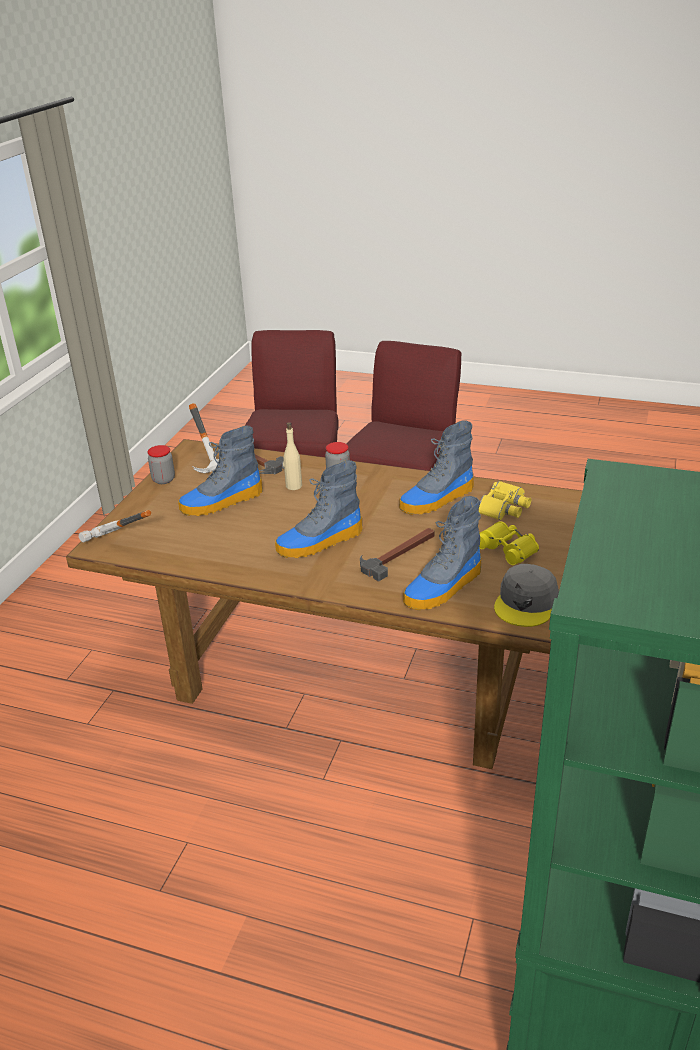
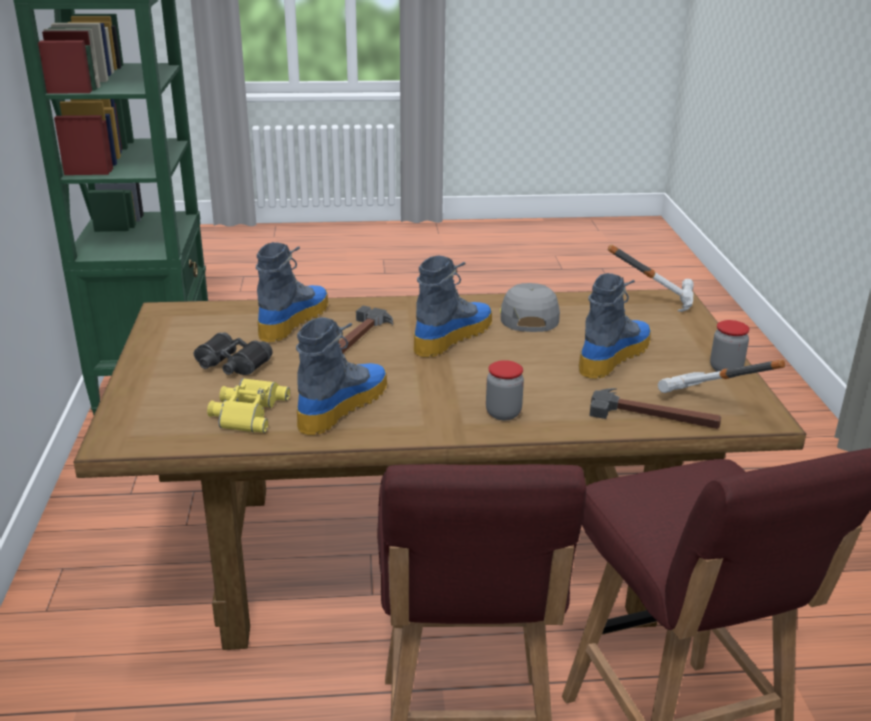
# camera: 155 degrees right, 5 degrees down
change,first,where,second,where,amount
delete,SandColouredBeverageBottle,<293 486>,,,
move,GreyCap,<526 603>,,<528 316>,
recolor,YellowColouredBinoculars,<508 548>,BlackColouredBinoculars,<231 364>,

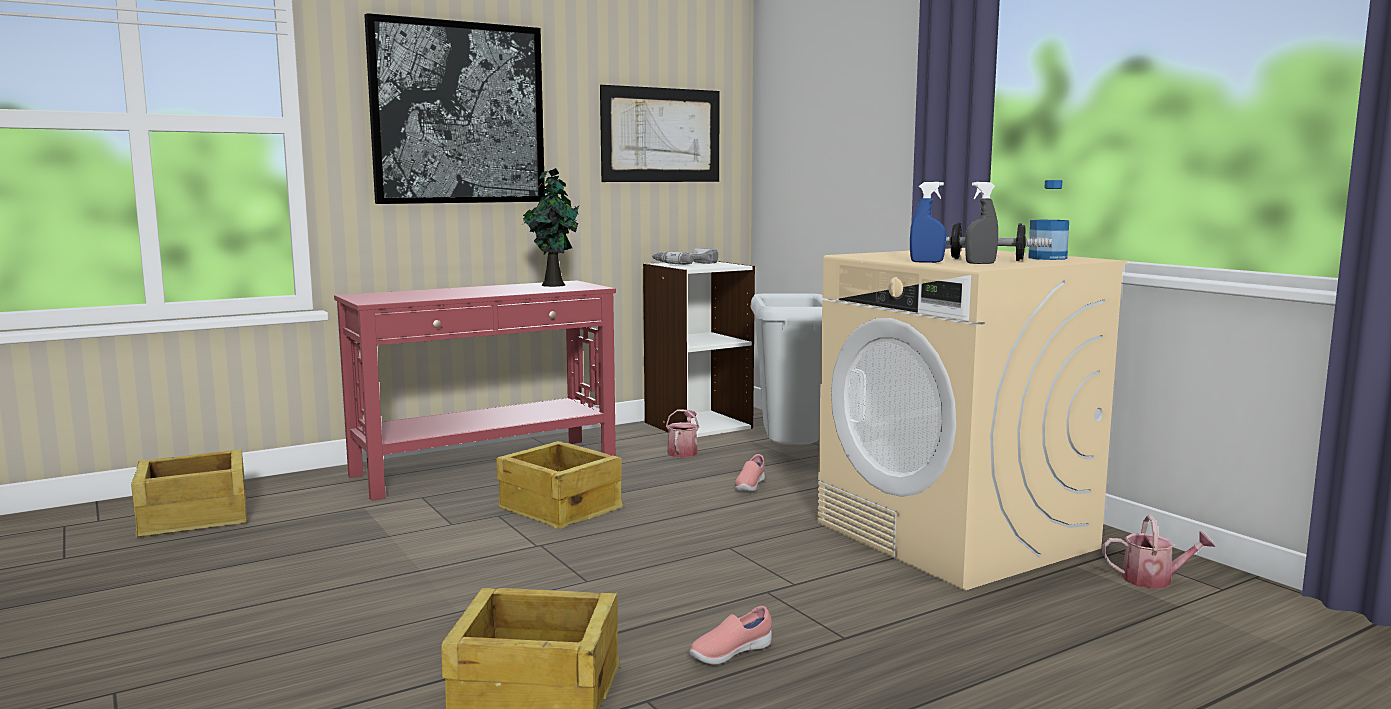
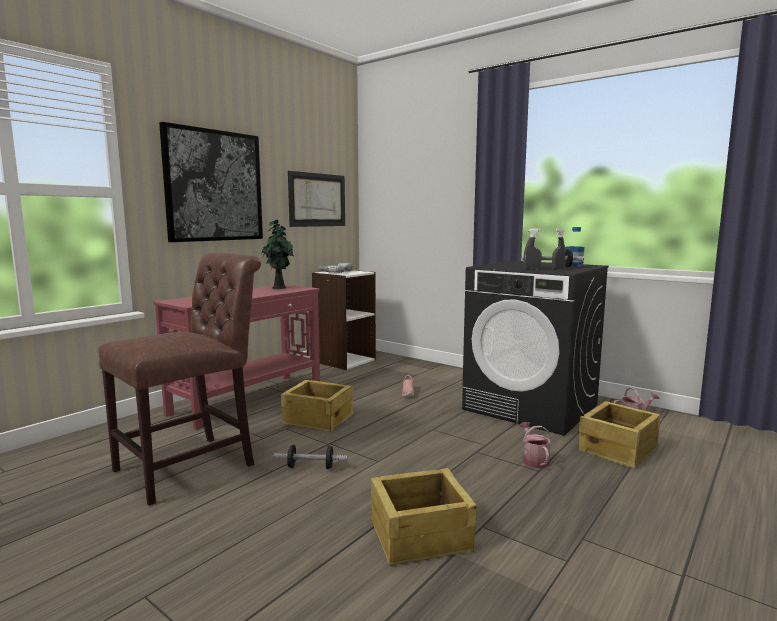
# camera: 20 degrees left, 0 degrees up
change,first,where,second,where,amount
delete,PinkishLowShoe,<730 654>,,,
delete,GreyWasteBin,<788 457>,,,
insert,,,BrownColouredChair,<192 465>,
insert,,,HandWeight,<310 467>,
move,PackingCrate,<195 518>,,<619 449>,
move,WateringCan,<683 451>,,<533 460>,
recolor,SandColouredWashingMachine,<956 536>,BlackColouredWashingMachine,<531 407>,
recolor,BlueColouredSprayBottle,<926 262>,GreySprayBottle,<532 269>,

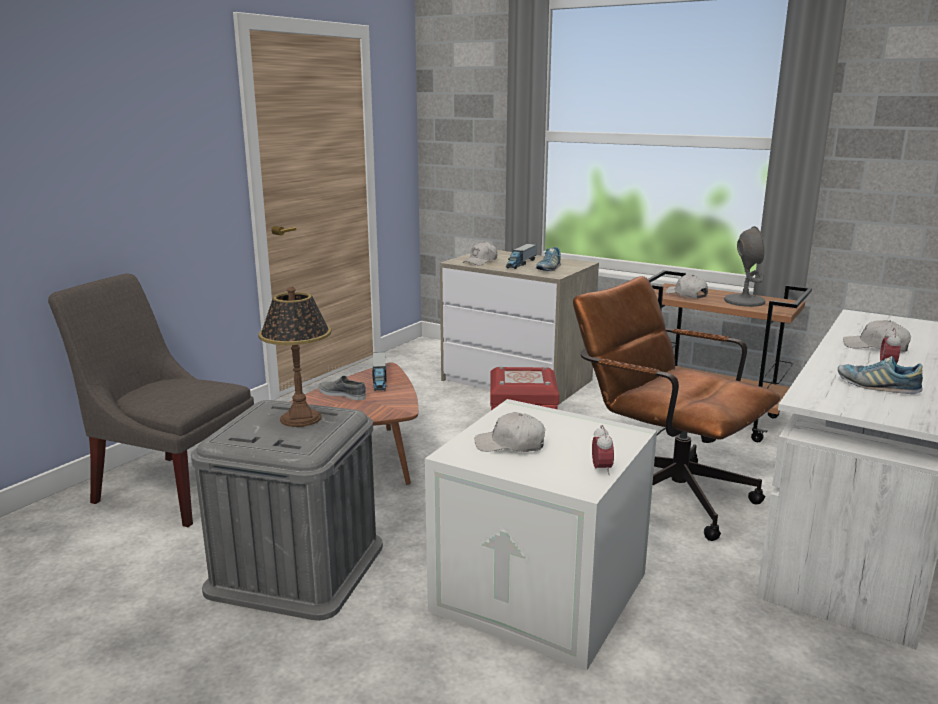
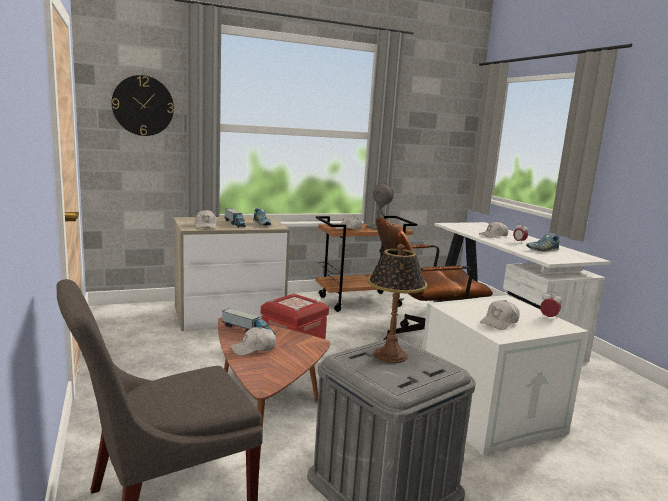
# camera: 55 degrees left, 5 degrees down
change,first,where,second,where,amount
insert,,,HangingClock,<143 106>,
replace,GreyLowShoe,<342 394>,WhitishCap,<254 348>,

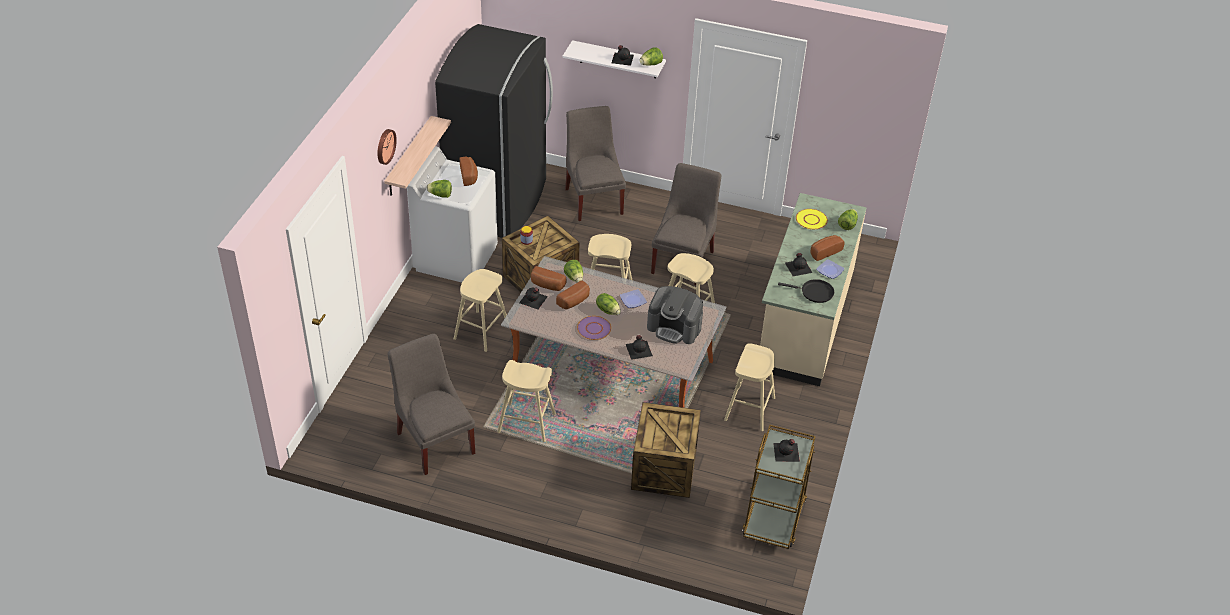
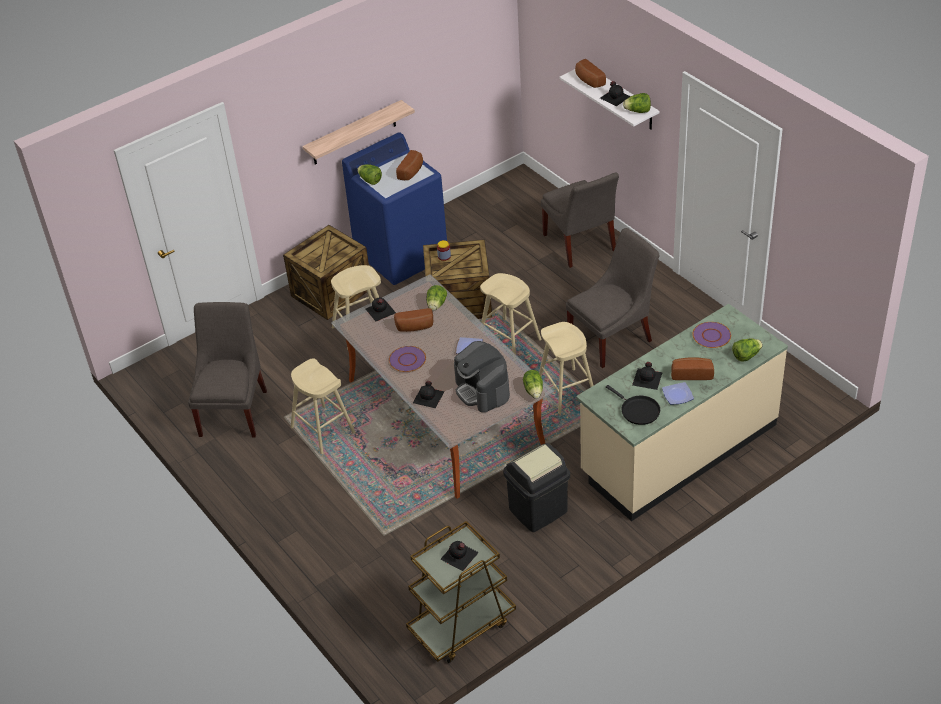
# camera: 40 degrees right, 0 degrees up
change,first,where,second,where,amount
delete,HangingClock,<385 146>,,,
delete,BlackColouredKitchenFridge,<498 202>,,,
move,BakedBread,<547 285>,,<588 81>,
move,HeadOfLettuce,<608 310>,,<534 390>,
move,PackingCrate,<663 468>,,<331 292>,
replace,SandColouredSittingStool,<749 409>,BlackColouredWasteBin,<538 511>,
recolor,WhitishWashingMachine,<456 258>,BlueColouredWashingMachine,<402 254>,
recolor,YellowColouredPlate,<811 220>,PurplishPlate,<711 335>,
rotate,GreyChair,<593 199>,,<580 245>,135 degrees clockwise

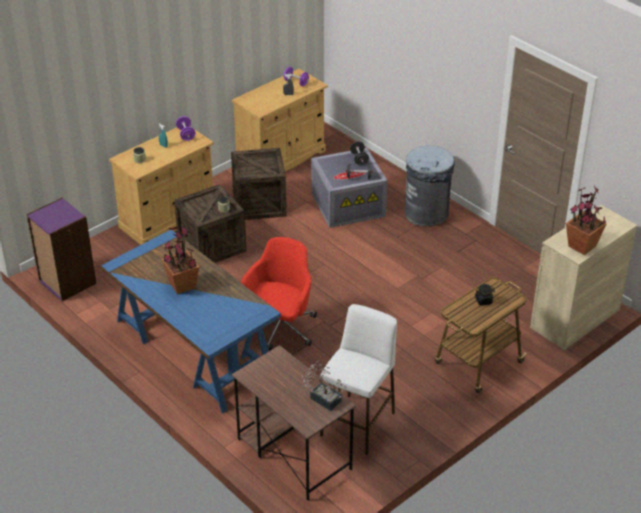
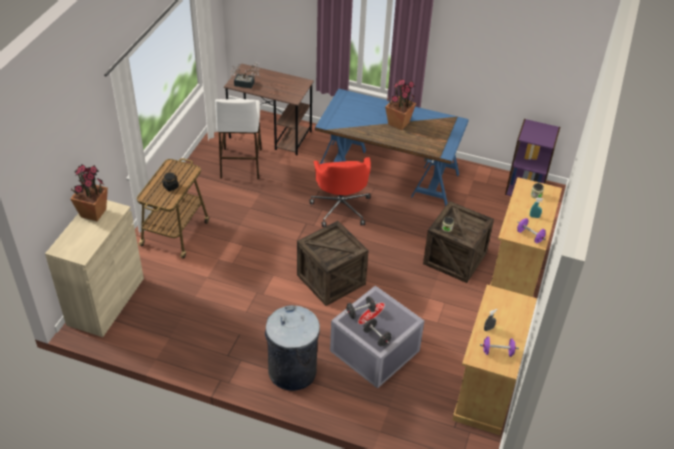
# camera: 150 degrees right, 5 degrees up
change,first,where,second,where,amount
move,PackingCrate,<259 203>,,<331 279>,

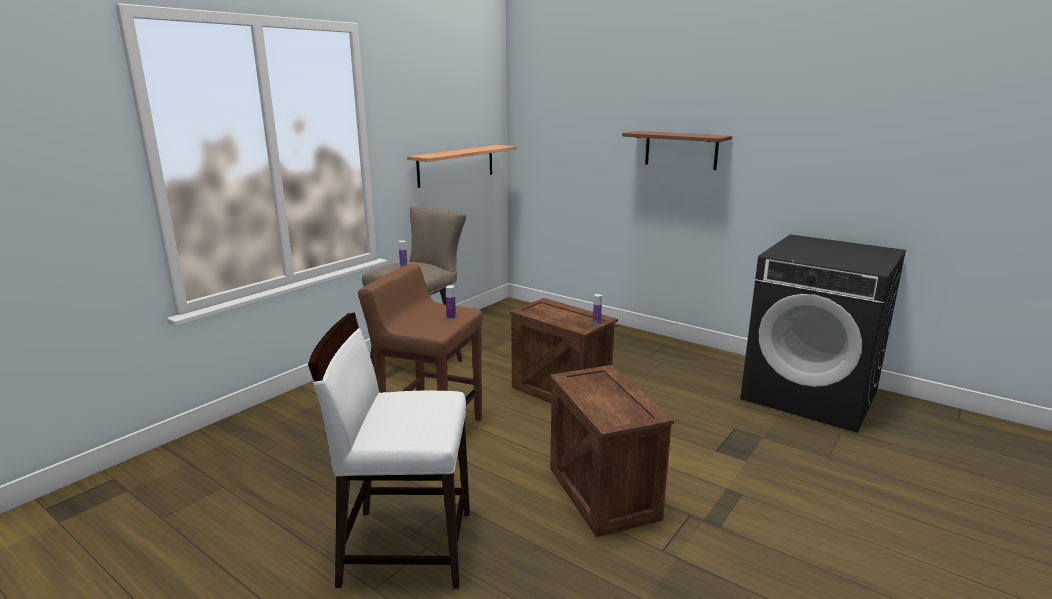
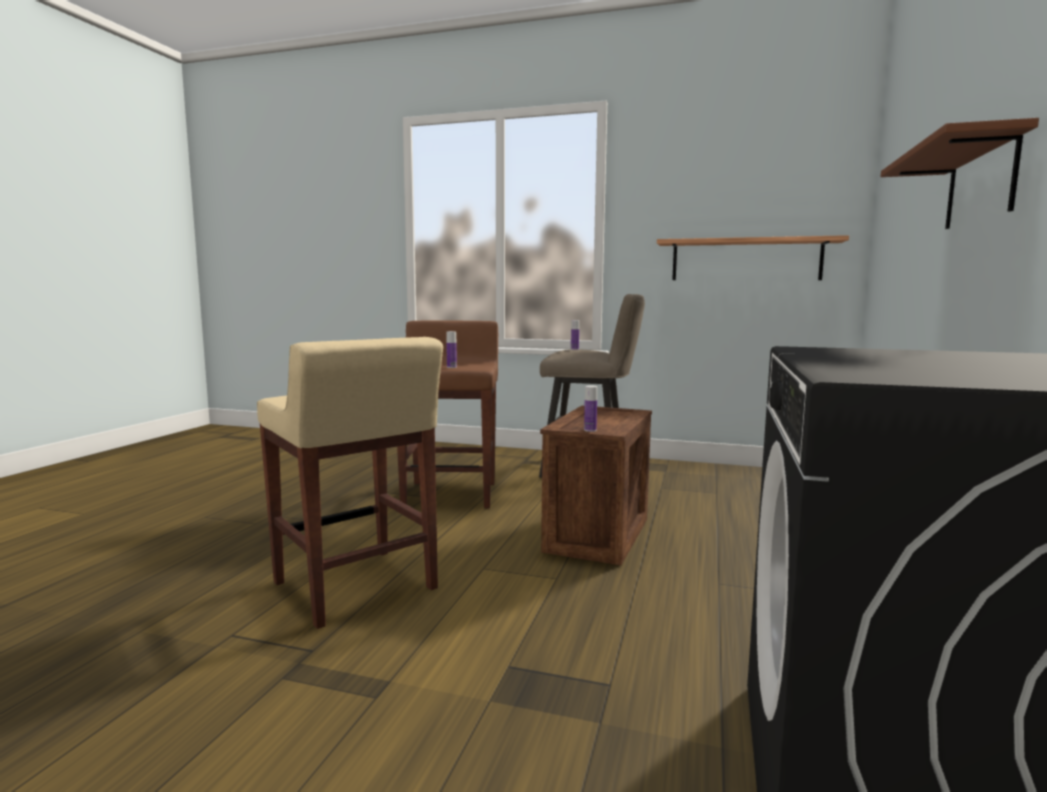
# camera: 70 degrees right, 10 degrees down
change,first,where,second,where,amount
delete,WhitishChair,<406 546>,,,
replace,PackingCrate,<605 493>,SandColouredSittingStool,<355 587>,

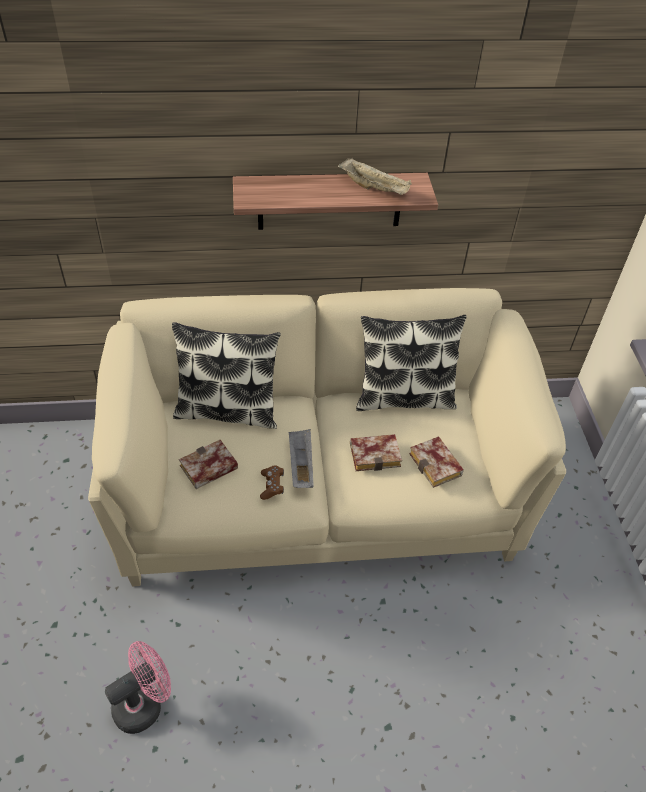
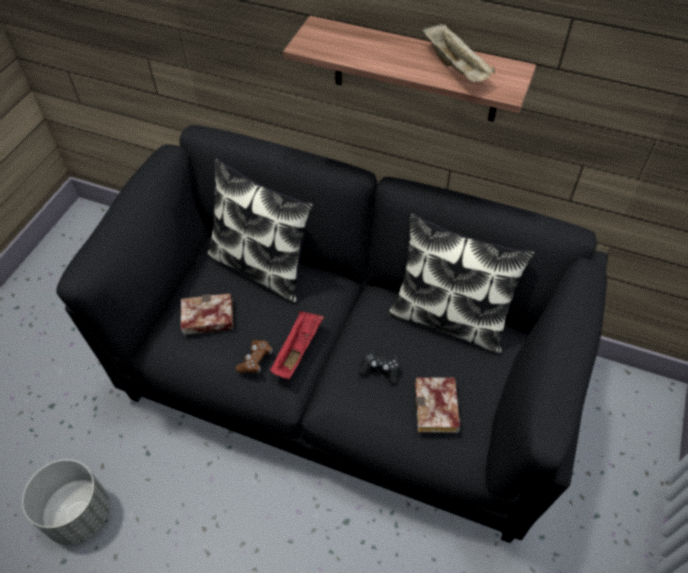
# camera: 30 degrees right, 5 degrees up
change,first,where,second,where,amount
replace,PinkishFan,<144 703>,GreyFlowerPot,<79 514>,
replace,BoundBook,<376 454>,BlackColouredGamepad,<380 370>,
recolor,SandColouredSofa,<317 491>,BlackColouredSofa,<346 379>,
recolor,GreyServingTray,<300 465>,RedColouredServingTray,<297 350>,

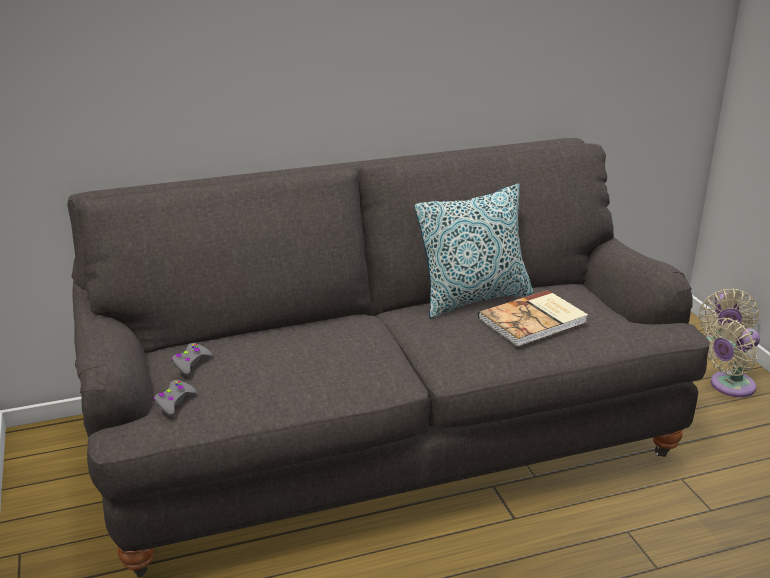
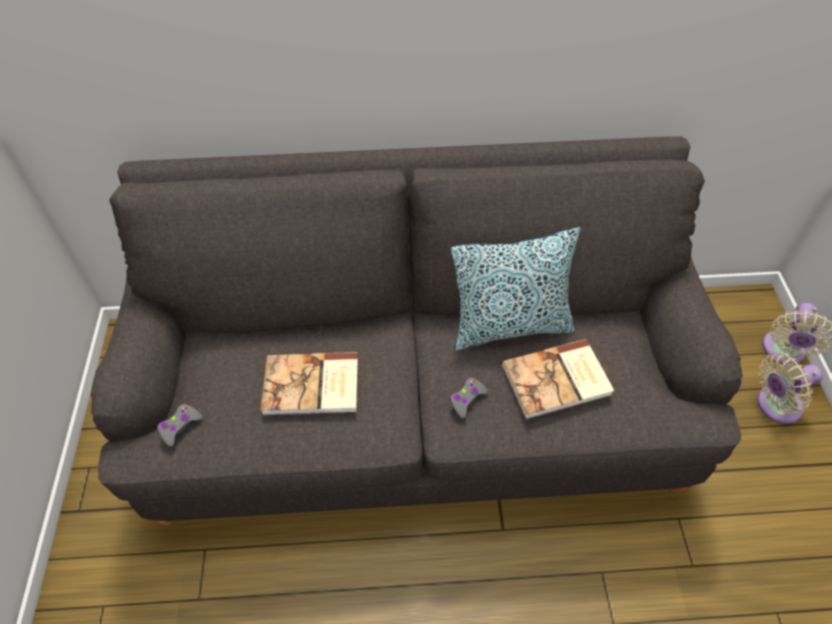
# camera: 15 degrees right, 25 degrees up
change,first,where,second,where,amount
insert,,,BoundBook,<312 386>,
move,GreyGamepad,<191 363>,,<467 399>,

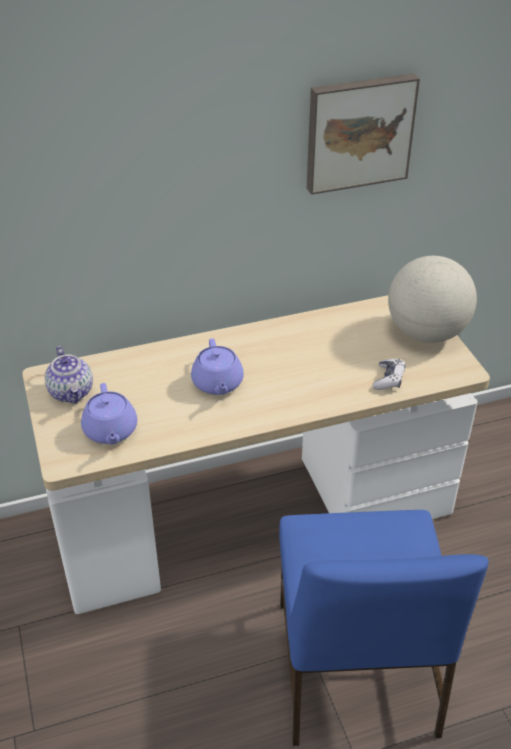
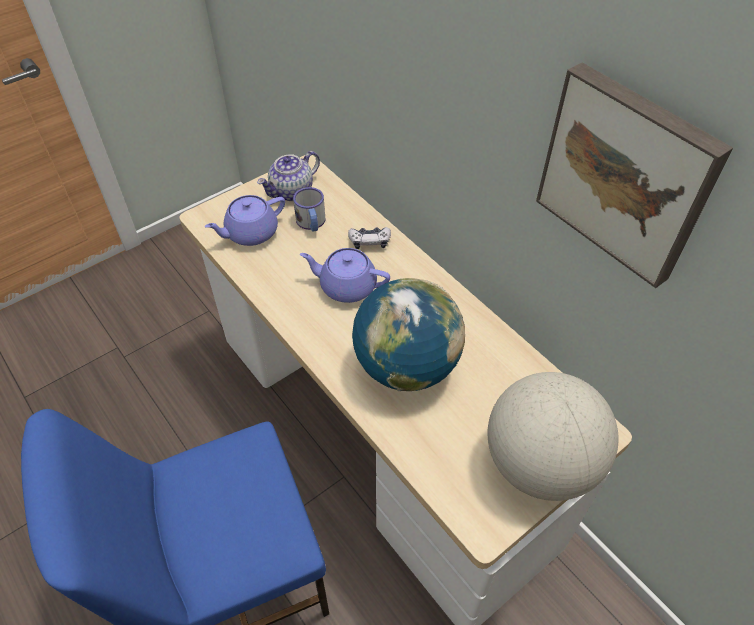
# camera: 70 degrees right, 10 degrees up
change,first,where,second,where,amount
insert,,,Mug,<311 223>,
insert,,,Globe,<406 366>,
move,Gamepad,<388 379>,,<369 241>,
rotate,PurplishPotForTea,<217 384>,,<346 286>,45 degrees clockwise

